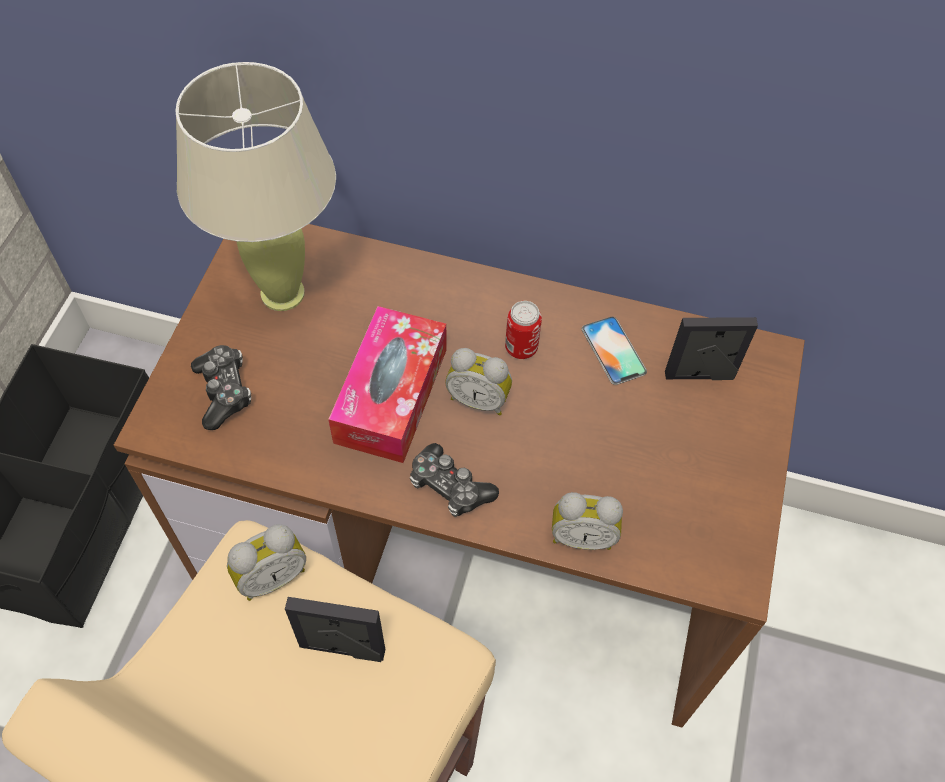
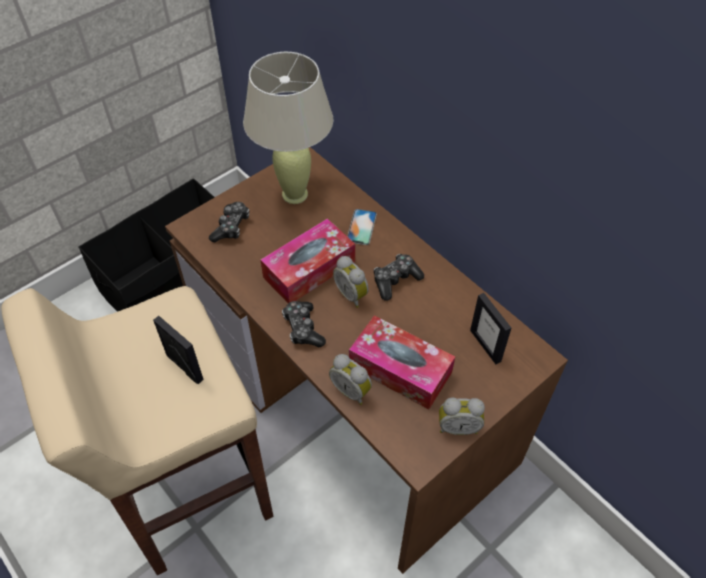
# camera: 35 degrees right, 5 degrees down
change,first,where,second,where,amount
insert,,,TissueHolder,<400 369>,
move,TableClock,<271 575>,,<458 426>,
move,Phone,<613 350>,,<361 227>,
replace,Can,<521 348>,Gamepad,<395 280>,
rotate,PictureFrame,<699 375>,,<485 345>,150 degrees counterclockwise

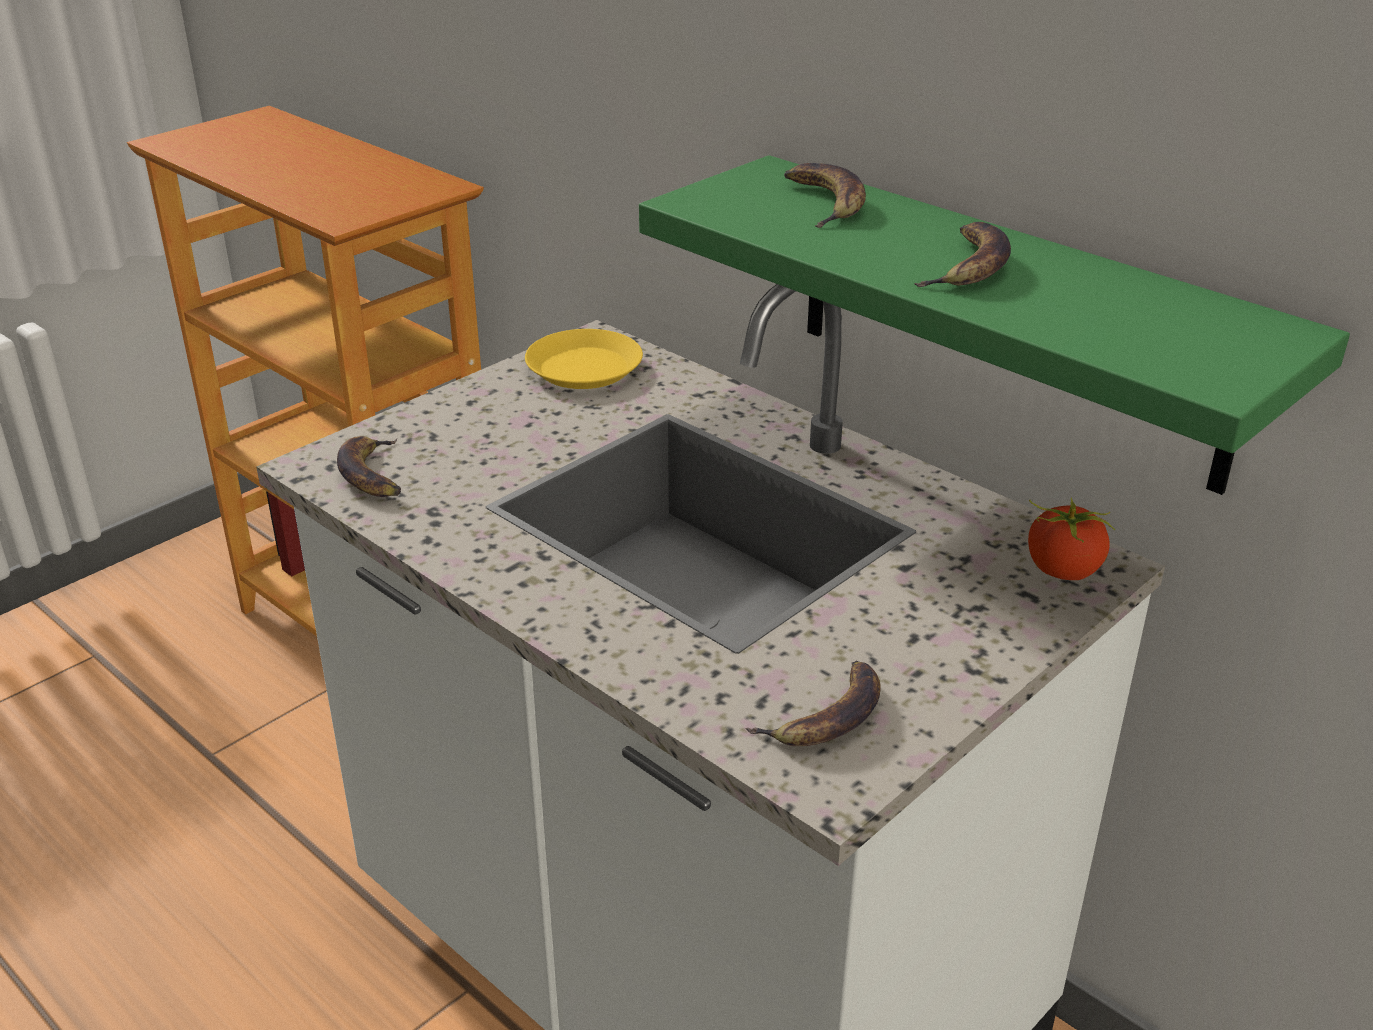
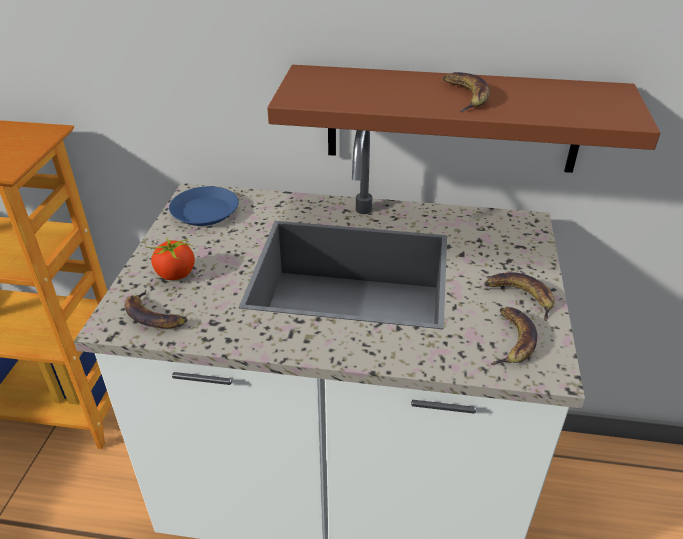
# camera: 35 degrees left, 5 degrees up
change,first,where,second,where,amount
move,Banana,<824 202>,,<519 296>,
move,Tomato,<1062 571>,,<175 274>,
recolor,YellowColouredPlate,<584 369>,BlueColouredPlate,<205 212>,
recolor,GreenWallShelf,<1008 320>,BrownColouredWallShelf,<452 119>,

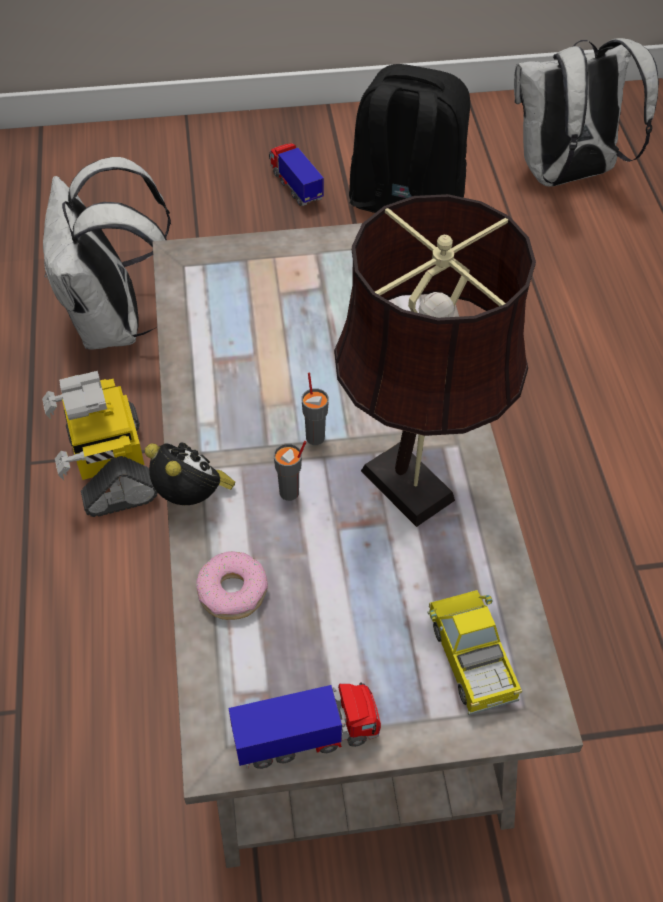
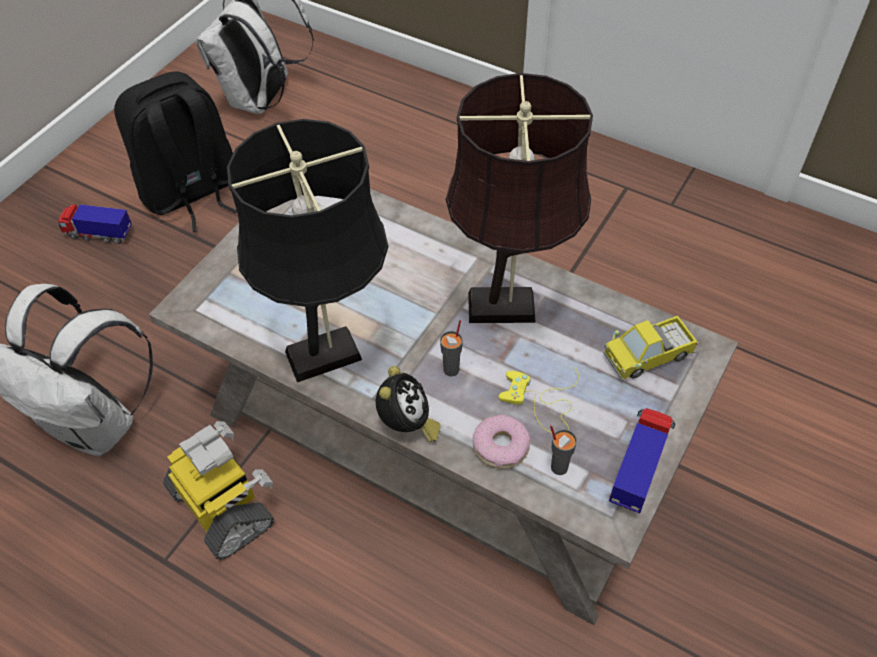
# camera: 50 degrees left, 0 degrees up
change,first,where,second,where,amount
insert,,,BlackColouredLampForATable,<331 353>,
insert,,,YellowColouredGamepad,<542 402>,
move,GreySmallCup,<315 437>,,<558 467>,
rotate,RobotFigure,<110 467>,,<223 507>,150 degrees counterclockwise
rotate,TableClock,<192 498>,,<407 425>,105 degrees clockwise
rotate,ToyLorry,<471 659>,,<647 356>,45 degrees counterclockwise

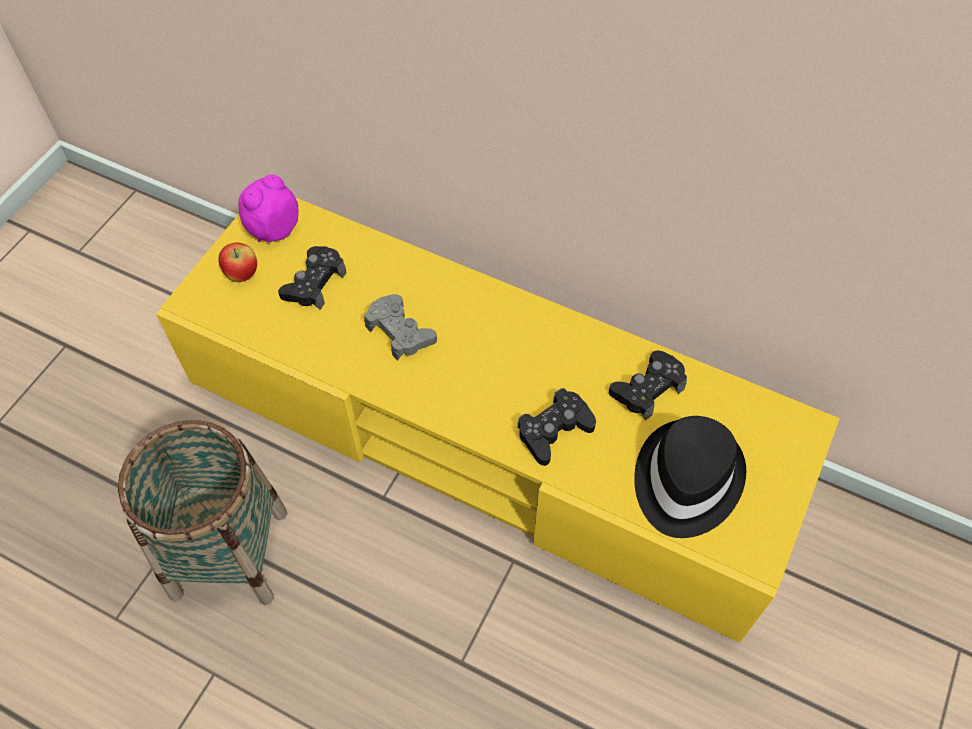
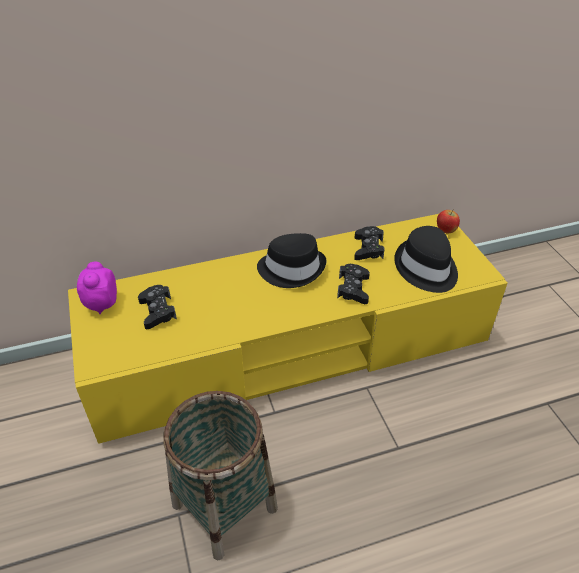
# camera: 45 degrees left, 15 degrees down
change,first,where,second,where,amount
delete,GreyGamepad,<400 332>,,,
insert,,,BlackColouredWearableHat,<292 269>,
move,Apple,<242 274>,,<445 231>,

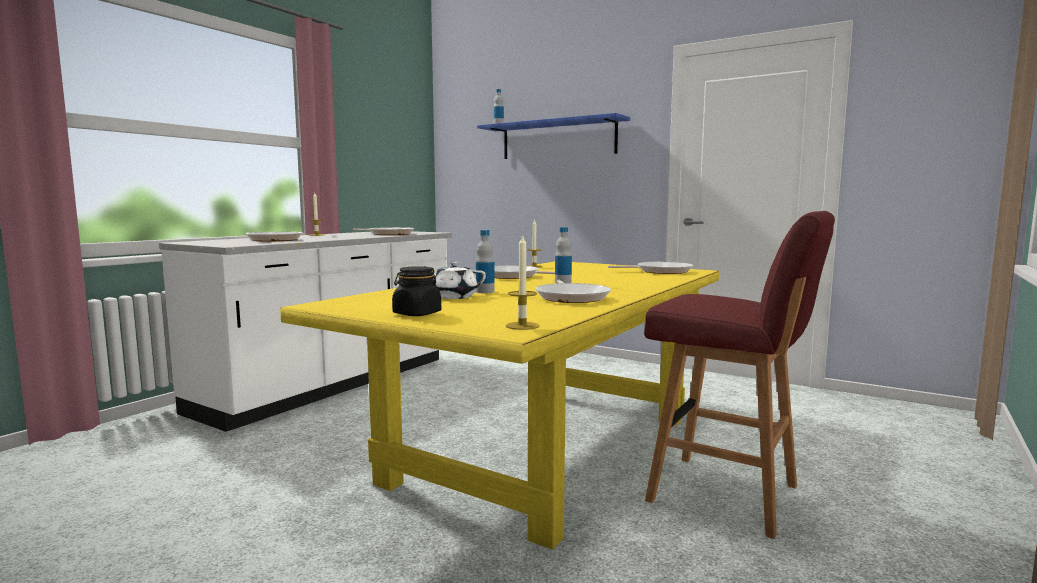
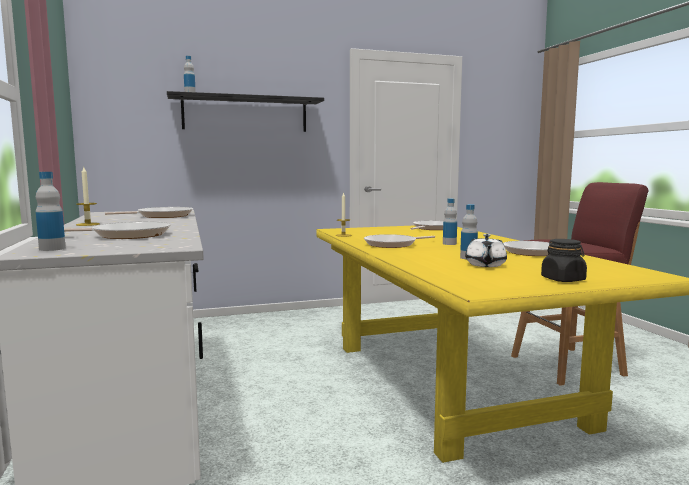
# camera: 50 degrees left, 0 degrees up
change,first,where,second,where,amount
delete,WaxLight,<522 326>,,,
insert,,,BeverageBottle,<52 249>,
recolor,BlueColouredWallShelf,<558 139>,BlackColouredWallShelf,<245 114>,

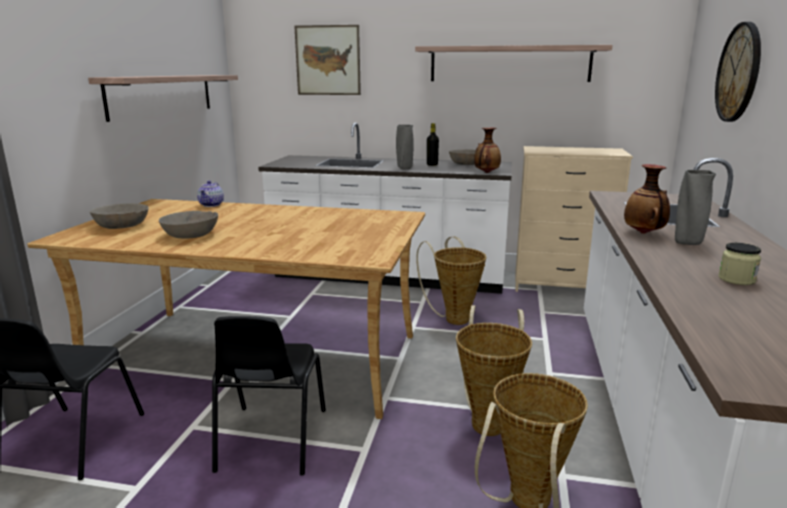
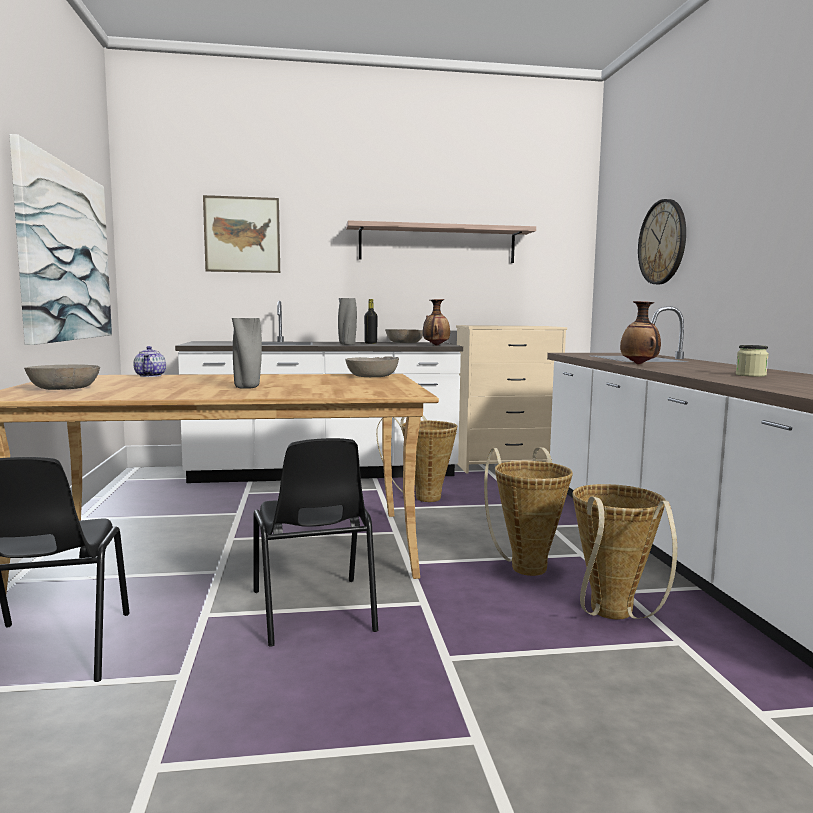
# camera: 20 degrees left, 10 degrees down
change,first,where,second,where,amount
move,GreyServingBowl,<190 235>,,<371 376>,
move,GreyFlowerVase,<687 243>,,<247 388>,
replace,WallShelf,<162 95>,WallArt,<66 253>,

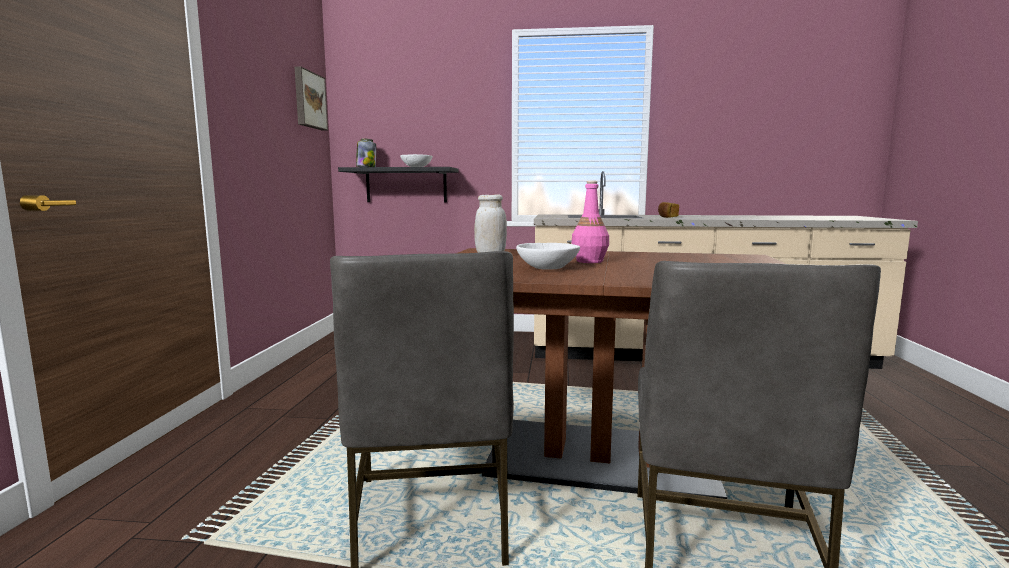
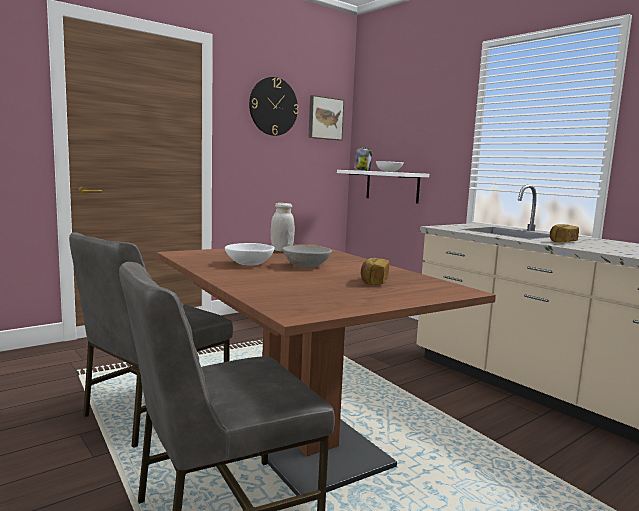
# camera: 45 degrees right, 0 degrees up
change,first,where,second,where,amount
insert,,,HangingClock,<273 106>,
insert,,,BakedBread,<373 281>,
replace,PinkishBeverageBottle,<589 261>,GreyServingBowl,<306 266>,
recolor,BlackColouredWallShelf,<406 185>,WhitishWallShelf,<392 186>,

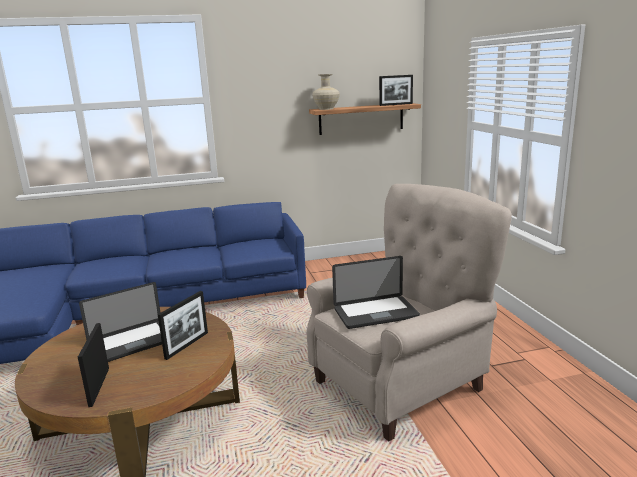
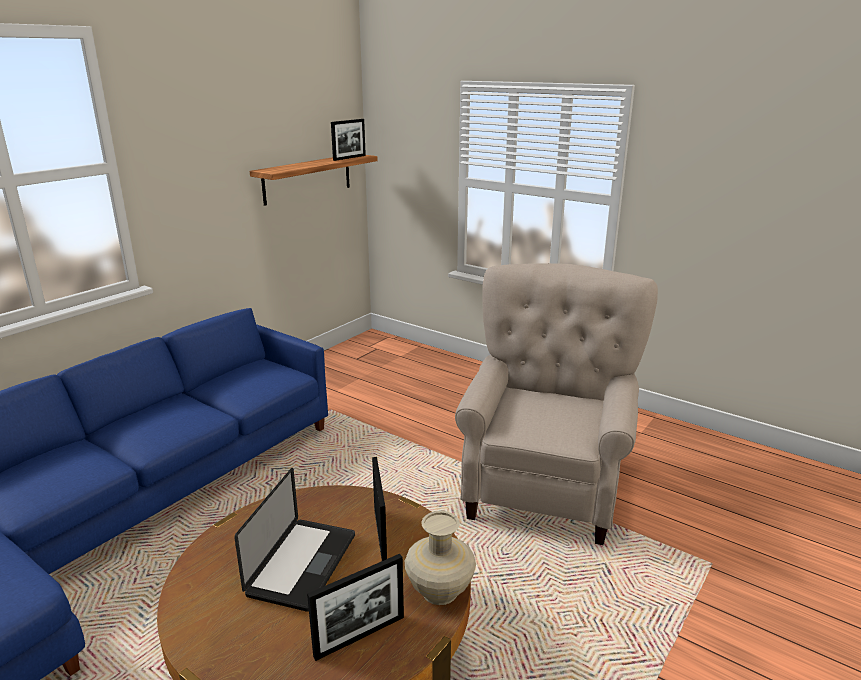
# camera: 40 degrees left, 5 degrees up
change,first,where,second,where,amount
delete,PortableComputer,<375 313>,,,
move,SandColouredFlowerVase,<326 109>,,<439 591>,
rotate,PictureFrame,<99 386>,,<360 636>,75 degrees counterclockwise

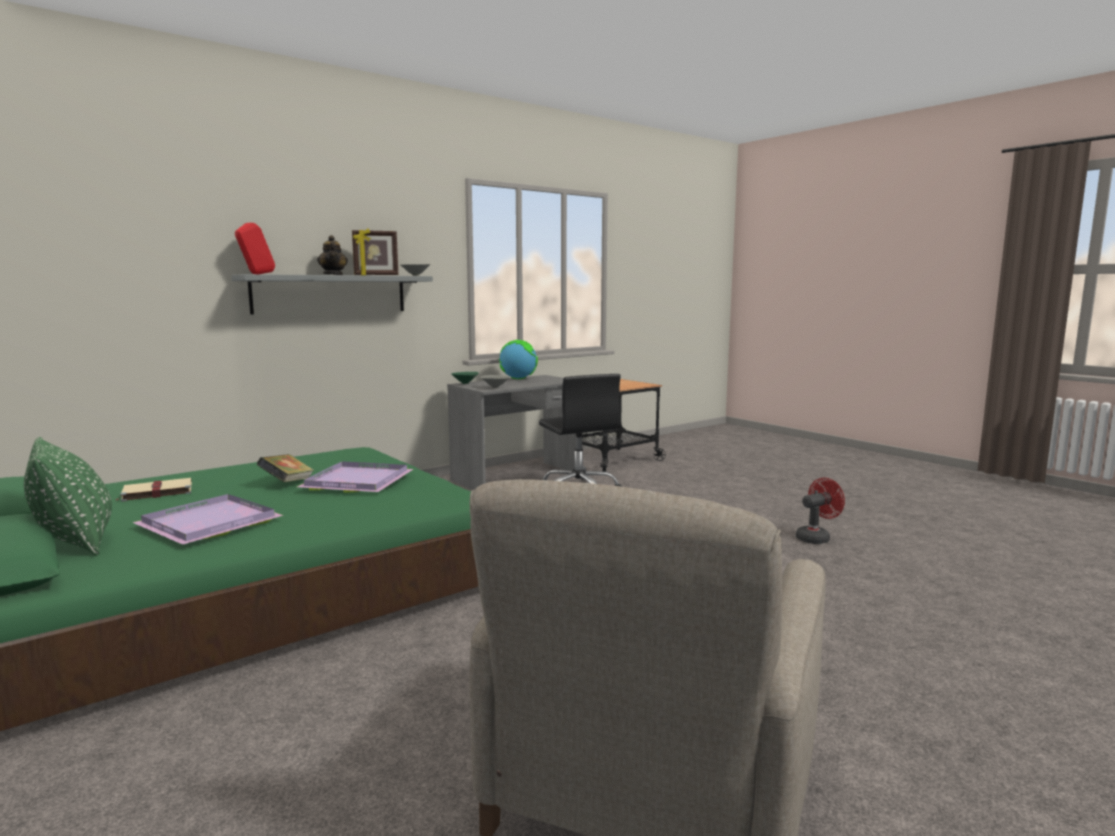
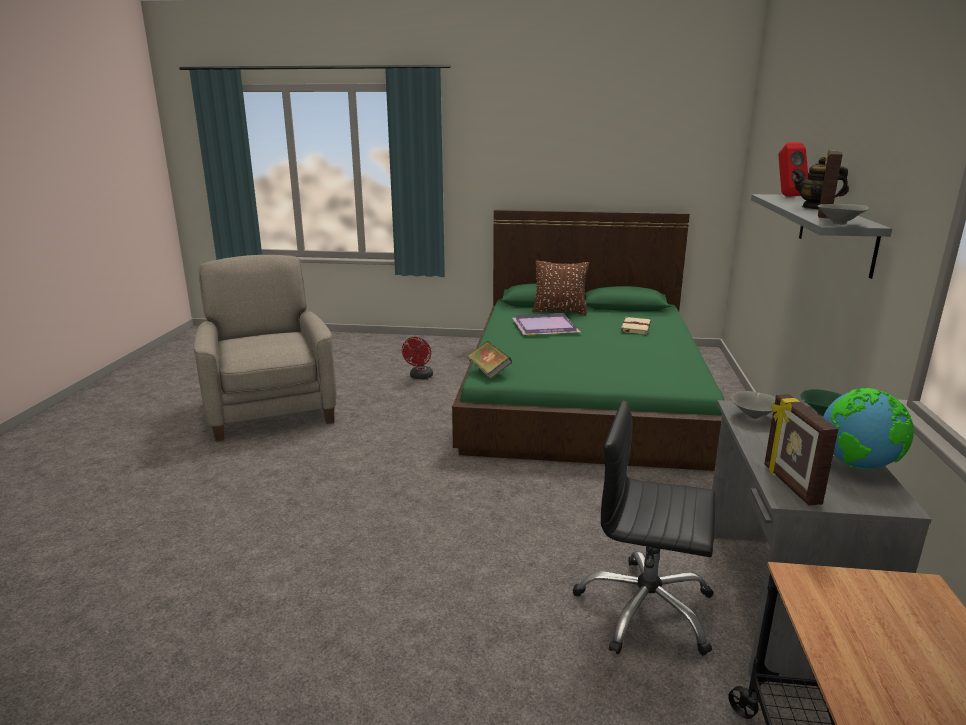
# camera: 135 degrees right, 10 degrees up
change,first,where,second,where,amount
delete,PurplishServingTray,<360 481>,,,
insert,,,PictureFrame,<790 484>,
move,BoundBook,<287 483>,,<489 371>,
move,RedColouredFan,<816 538>,,<420 377>,
recolor,GreenCushion,<75 542>,BrownColouredCushion,<559 311>,

